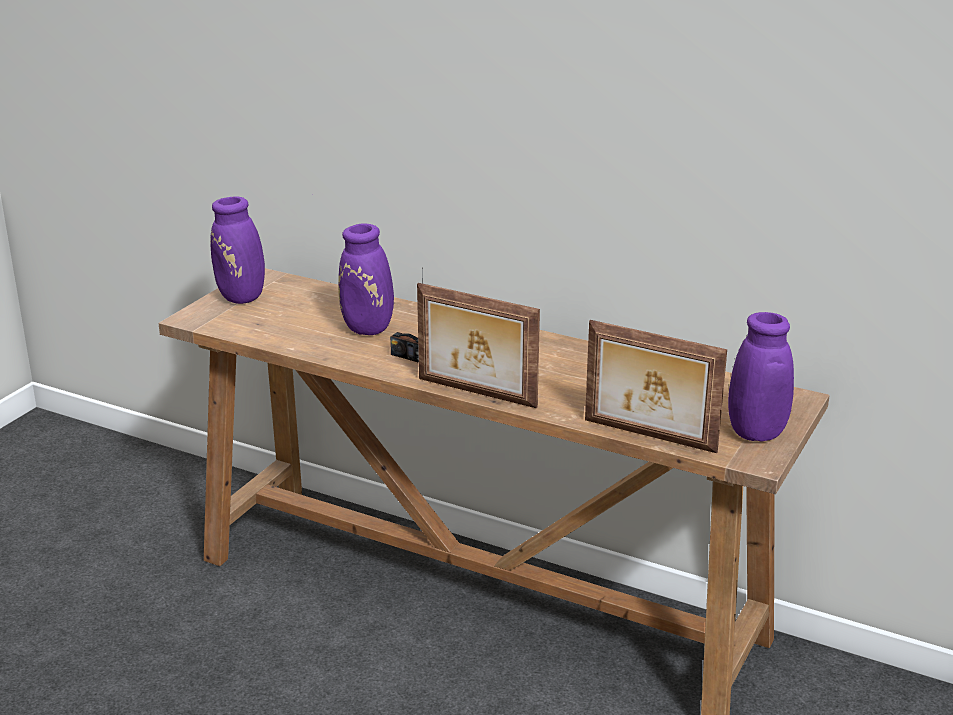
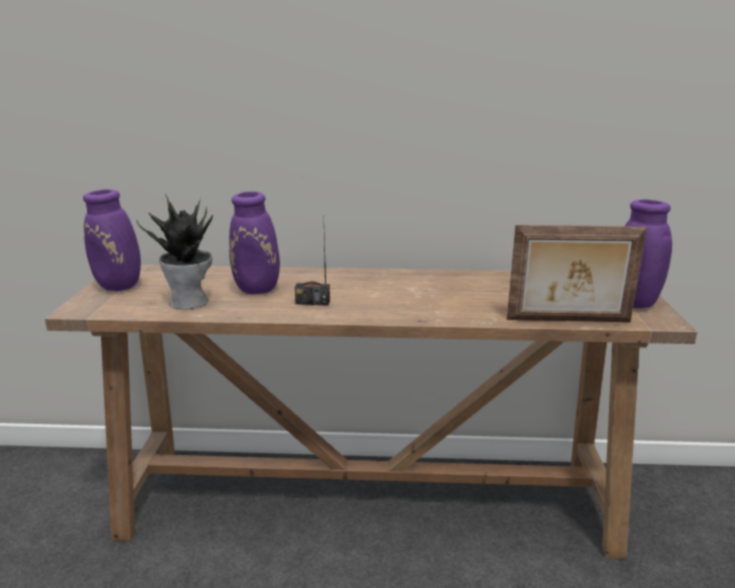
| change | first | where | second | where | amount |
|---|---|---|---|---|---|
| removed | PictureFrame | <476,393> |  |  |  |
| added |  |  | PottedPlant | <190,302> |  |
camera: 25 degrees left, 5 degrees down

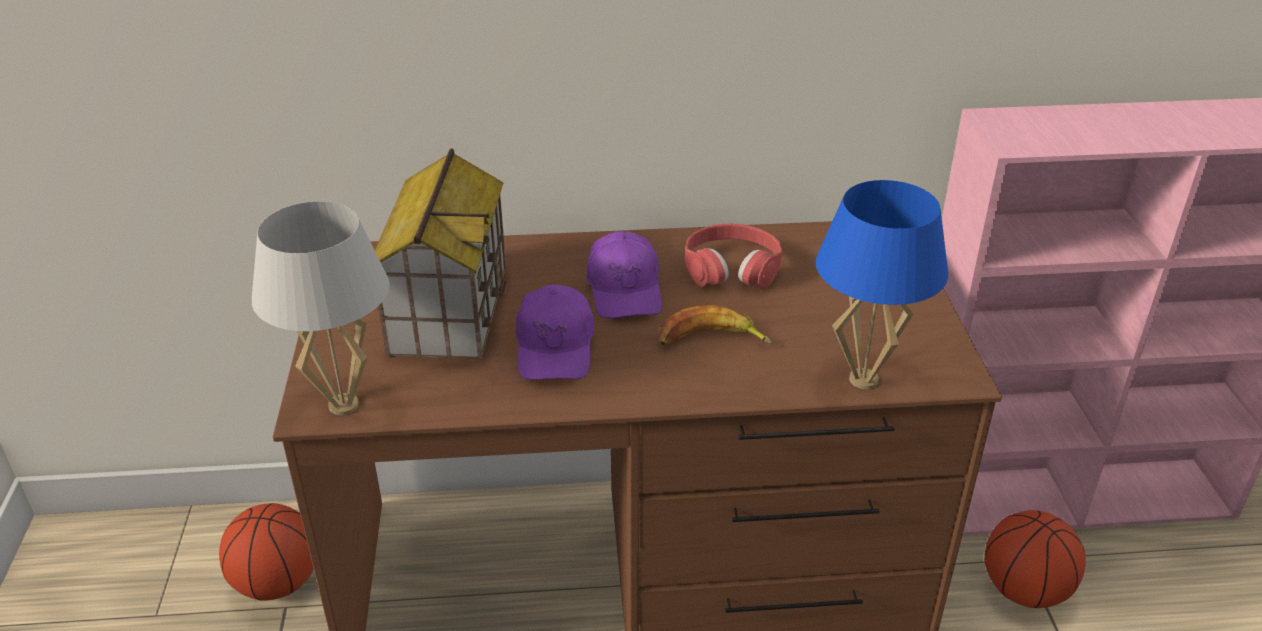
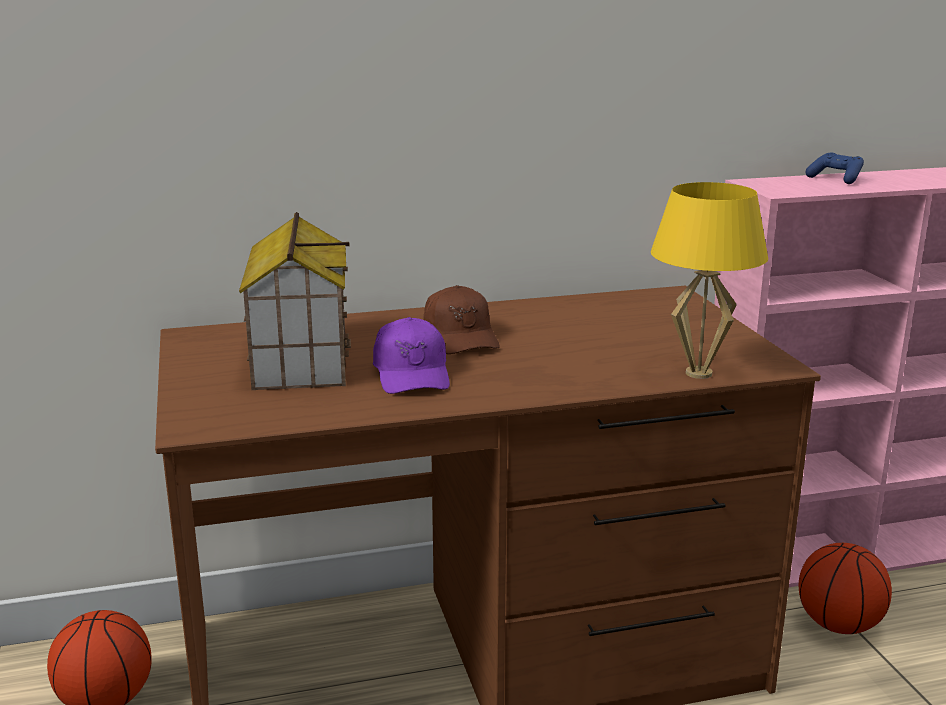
| change | first | where | second | where | amount |
|---|---|---|---|---|---|
| recoloured | BlueTableLamp | <864,380> | YellowTableLamp | <699,373> |  |
| removed | WhiteTableLamp | <343,405> |  |  |  |
| removed | RedHeadphones | <732,268> |  |  |  |
| recoloured | PurpleCap | <625,289> | BrownCap | <461,337> |  |
| removed | Banana | <710,339> |  |  |  |
| added |  |  | BlueGameController | <835,179> |  |
camera: 10 degrees left, 15 degrees down

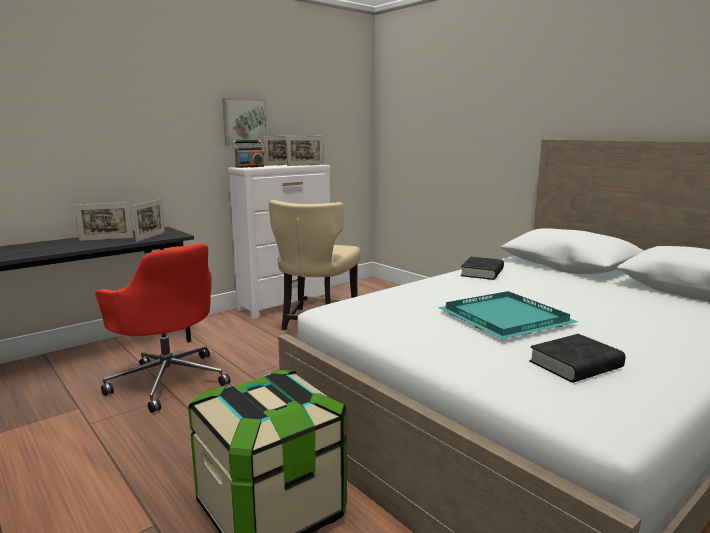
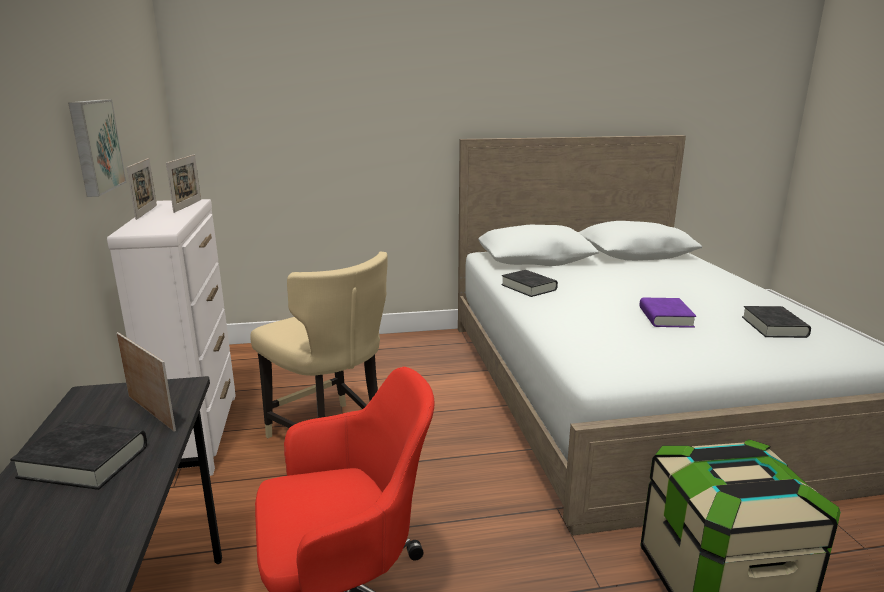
| change | first | where | second | where | amount |
|---|---|---|---|---|---|
| removed | Radio | <249,167> |  |  |  |
| replaced | PictureFrame | <106,239> | BlackBook | <84,462> |  |
| replaced | TurquoiseTray | <502,318> | PurpleBook | <665,317> |  |
camera: 60 degrees left, 5 degrees up

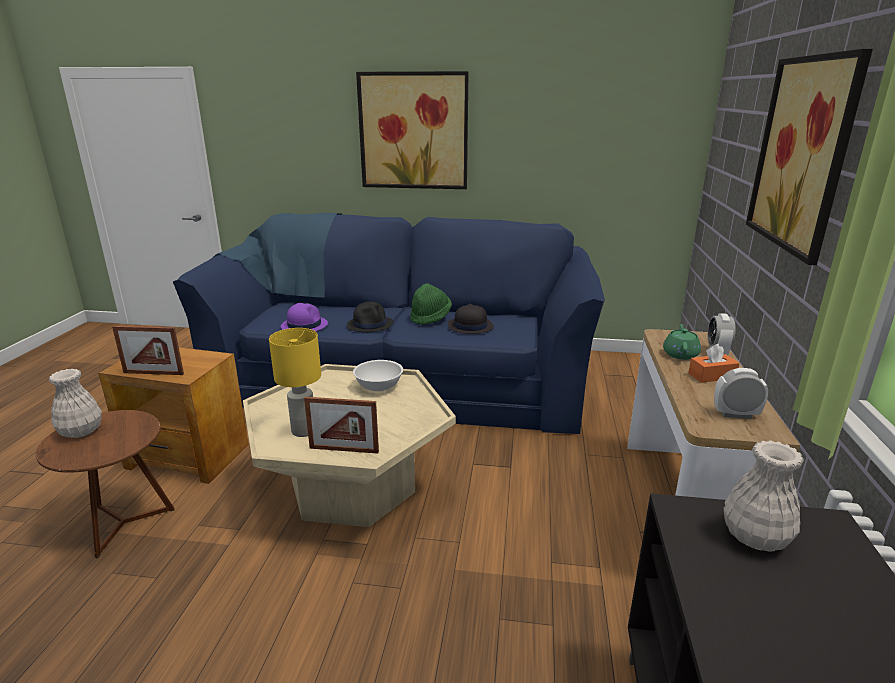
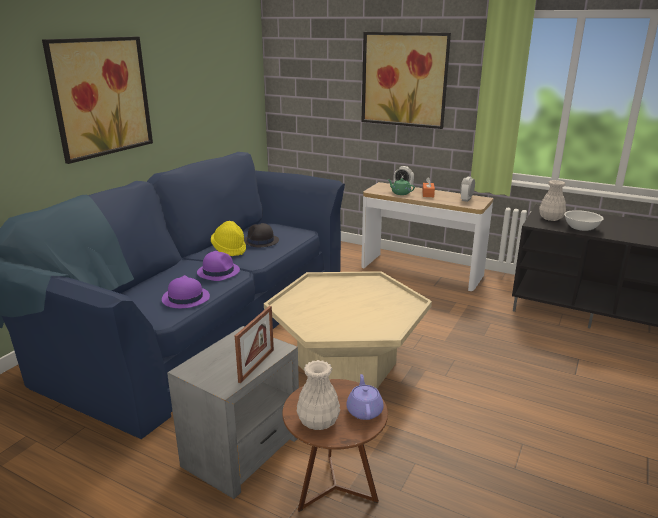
| change | first | where | second | where | amount |
|---|---|---|---|---|---|
| recoloured | GreenHat | <430,317> | YellowHat | <229,249> |  |
| recoloured | BlackHat | <370,324> | PurpleHat | <218,271> |  |
| removed | YellowTableLamp | <303,431> |  |  |  |
| recoloured | BrownSideTable | <188,457> | GreySideTable | <243,450> |  |
| moved | WhiteBowl | <378,386> |  | <581,228> |  |
| removed | PictureFrame | <344,450> |  |  |  |
| added |  |  | PurpleTeapot | <364,410> |  |
camera: 70 degrees left, 0 degrees up

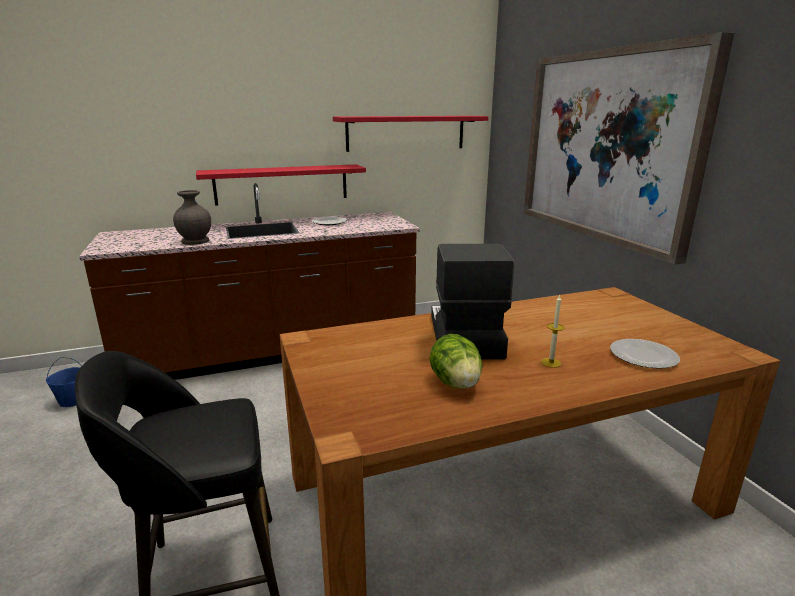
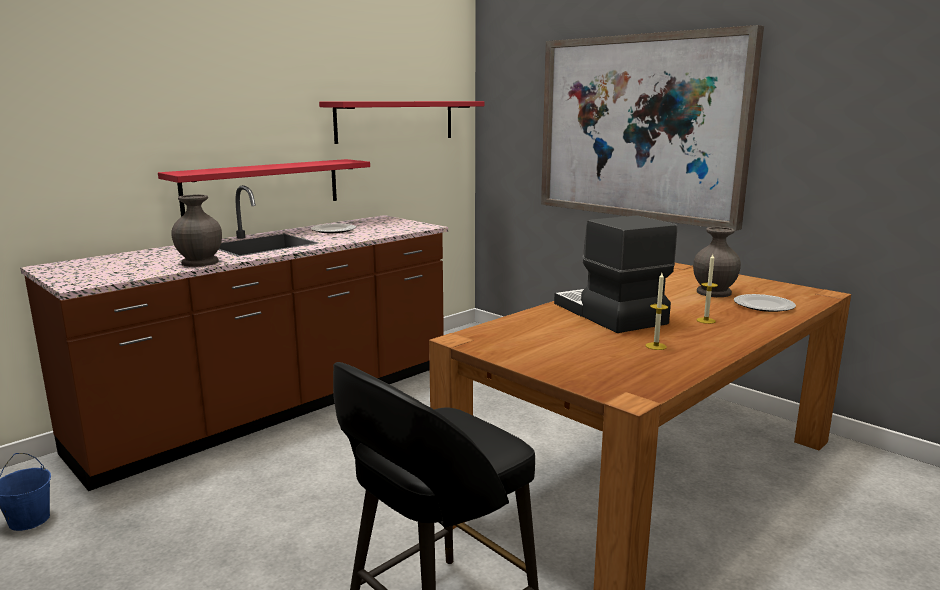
| change | first | where | second | where | amount |
|---|---|---|---|---|---|
| replaced | Lettuce | <456,383> | Candle | <656,346> |  |
| added |  |  | GreyVase | <713,292> |  |
camera: 25 degrees left, 5 degrees down

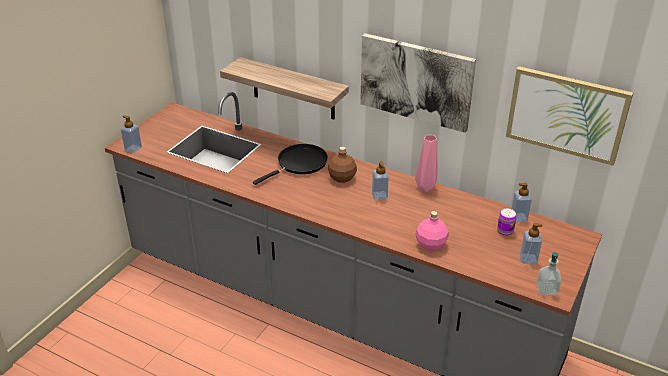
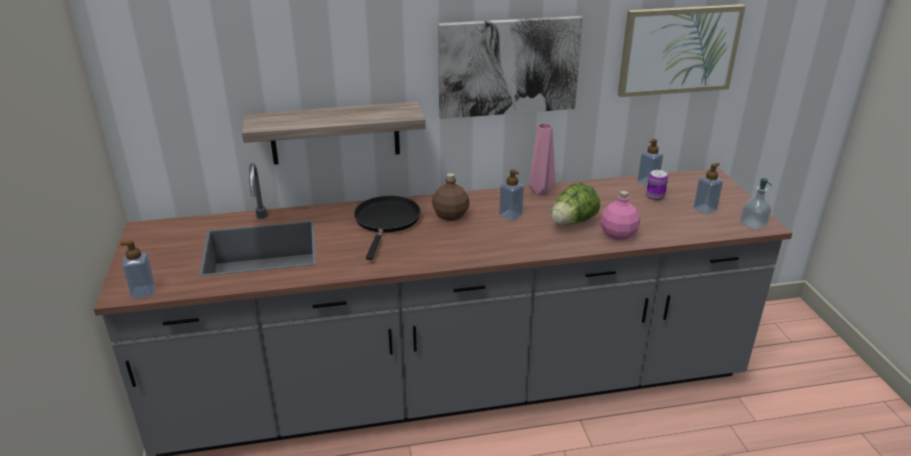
| change | first | where | second | where | amount |
|---|---|---|---|---|---|
| added |  |  | Lettuce | <572,222> |  |
camera: 40 degrees left, 5 degrees down

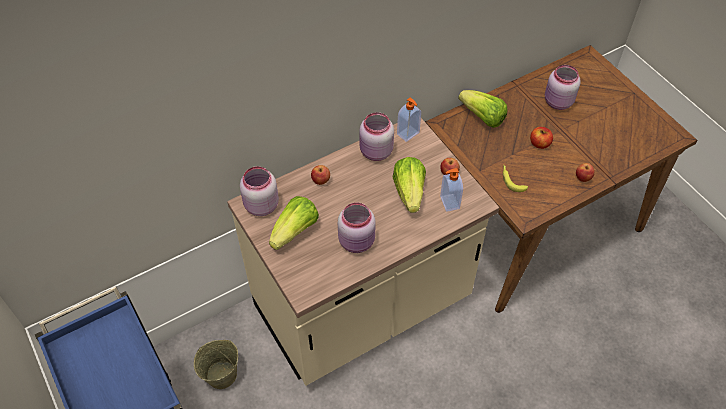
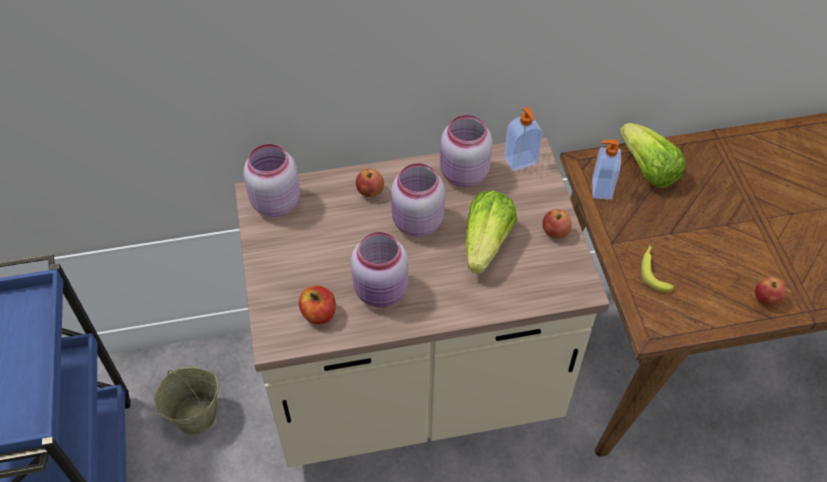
| change | first | where | second | where | amount |
|---|---|---|---|---|---|
| moved | PinkJar | <557,102> |  | <416,223> |  |
| moved | Apple | <539,143> |  | <319,313> |  |
| moved | SoapDispenser | <449,203> |  | <600,189> |  |
| removed | Lettuce | <295,231> |  |  |  |
camera: 20 degrees right, 0 degrees up

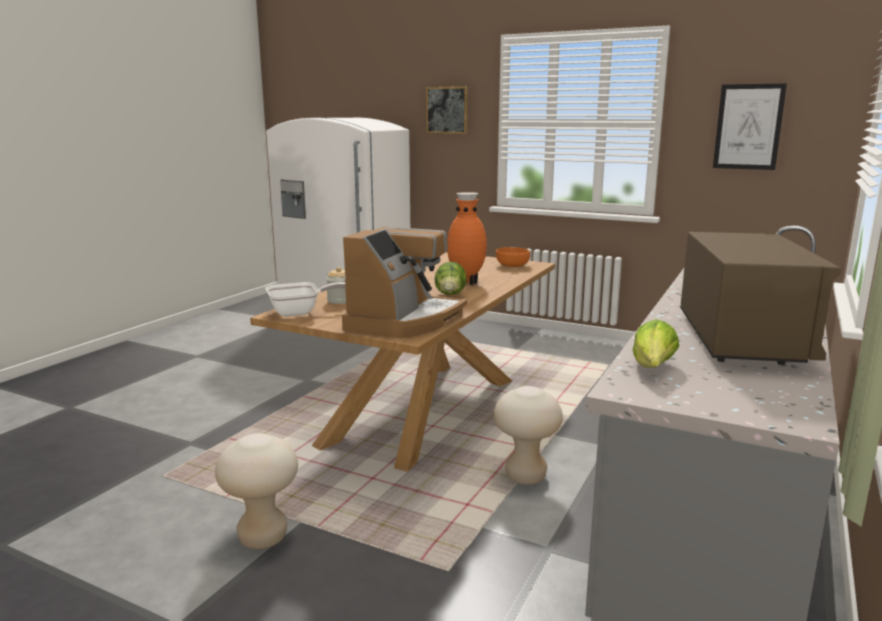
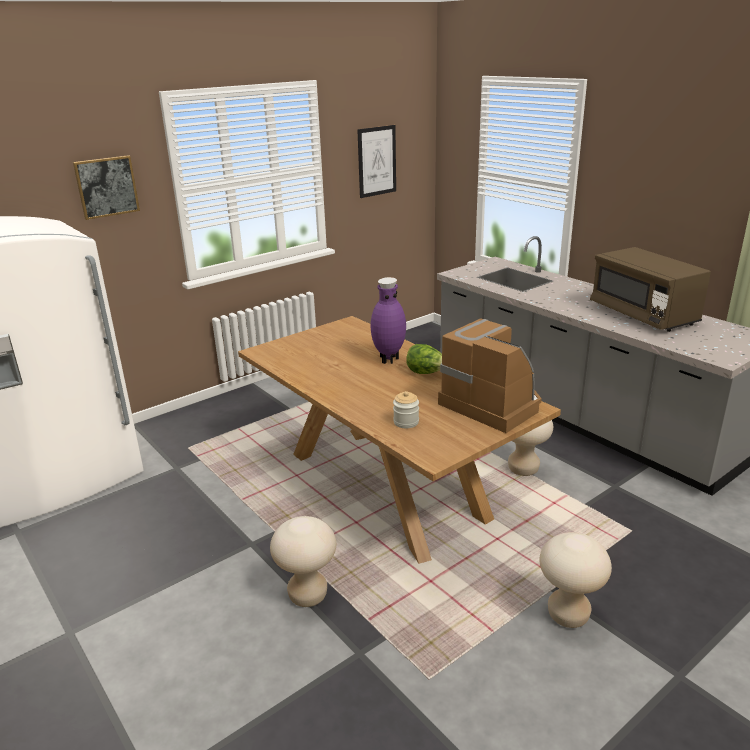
| change | first | where | second | where | amount |
|---|---|---|---|---|---|
| recoloured | OrangeVase | <466,282> | PurpleVase | <388,359> |  |
| turned | BrownMicrowave | <741,340> |  | <643,315> | 150 degrees counterclockwise |
| removed | OrangeBowl | <512,265> |  |  |  |
| removed | FryingPan | <300,312> |  |  |  |
| removed | Lettuce | <652,368> |  |  |  |
| added |  |  | BeigeStool | <308,595> |  |
camera: 65 degrees left, 10 degrees up

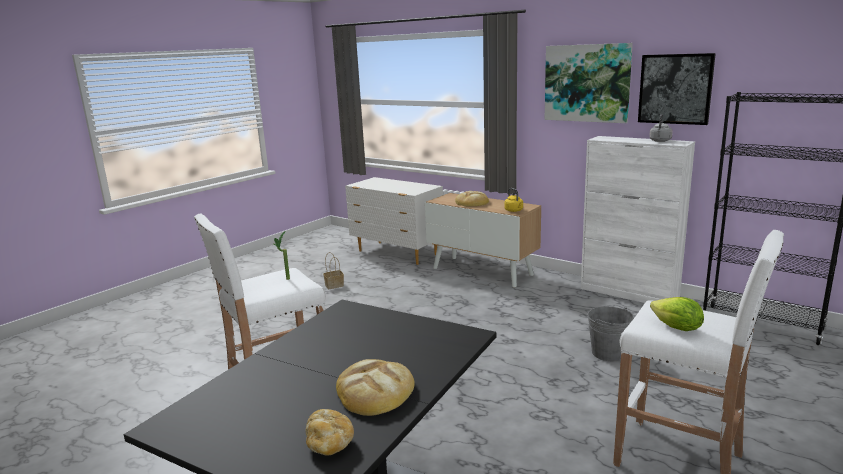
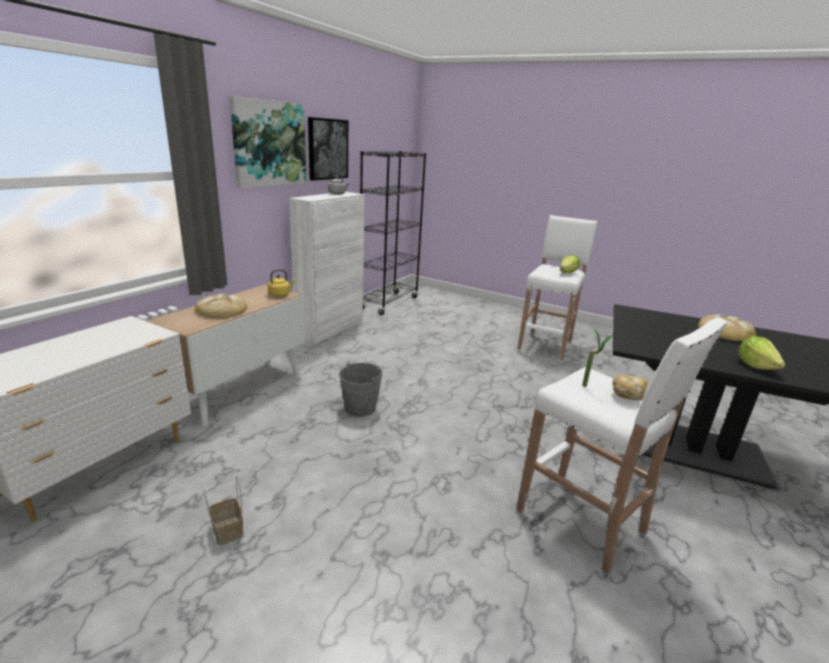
| change | first | where | second | where | amount |
|---|---|---|---|---|---|
| moved | GreyBucket | <608,353> |  | <360,408> |  |
| moved | Bread | <329,444> |  | <629,395> |  |
| added |  |  | Lettuce | <755,366> |  |
camera: 100 degrees left, 5 degrees up

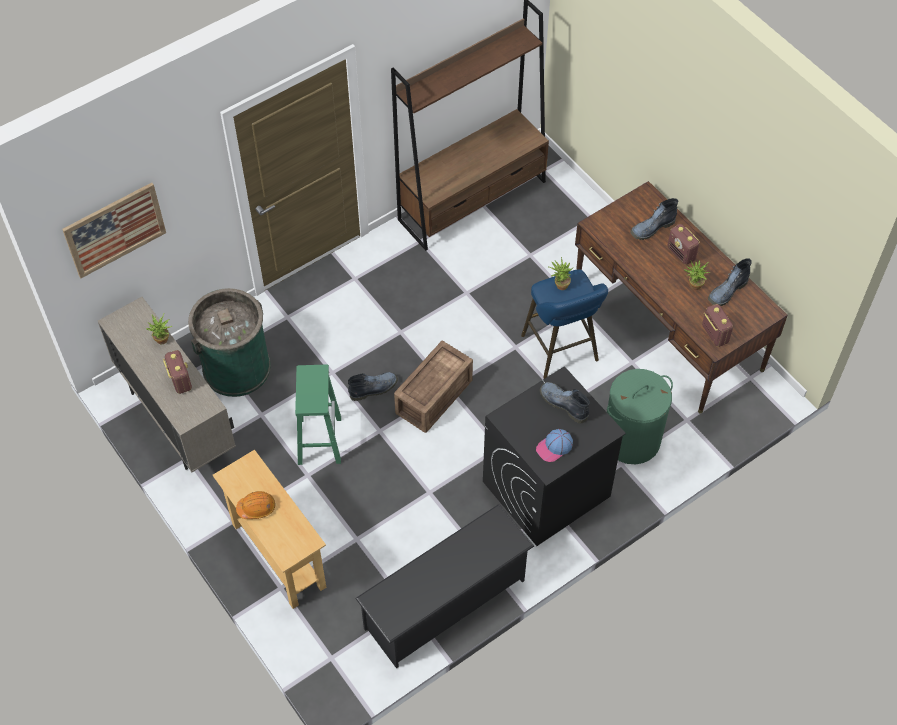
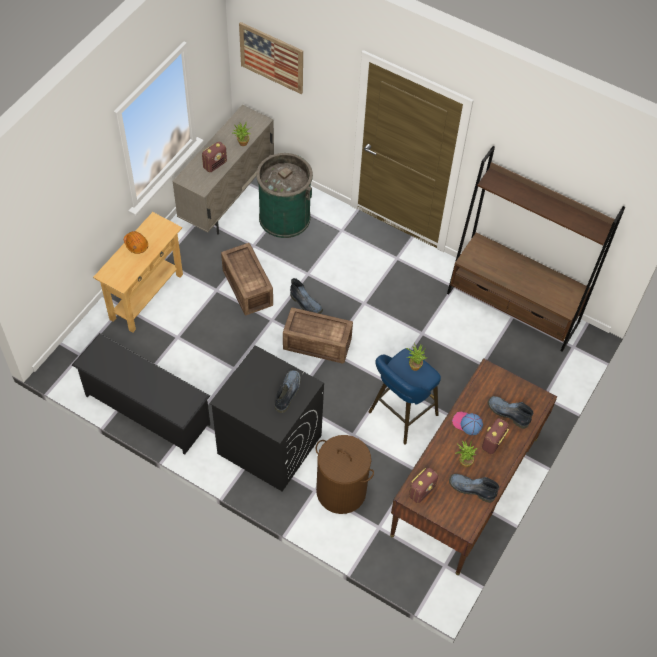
| change | first | where | second | where | amount |
|---|---|---|---|---|---|
| replaced | GreenStool | <319,439> | Crate | <248,286> |  |
| recoloured | GreenLaundryBasket | <631,439> | BrownLaundryBasket | <341,491> |  |
| moved | Cap | <554,447> |  | <467,424> |  |
camera: 65 degrees right, 0 degrees up

